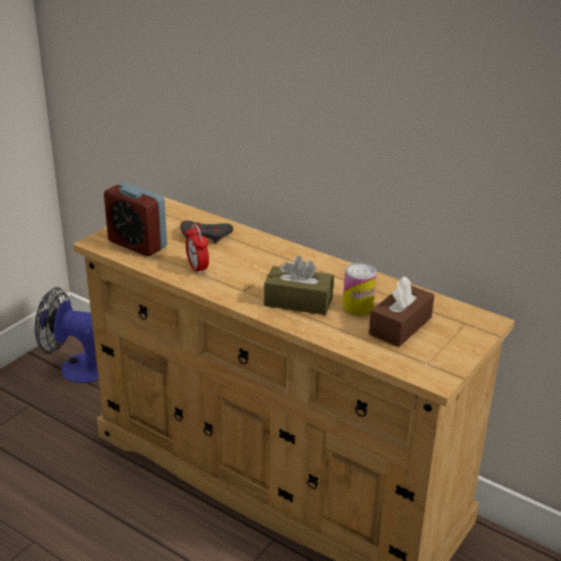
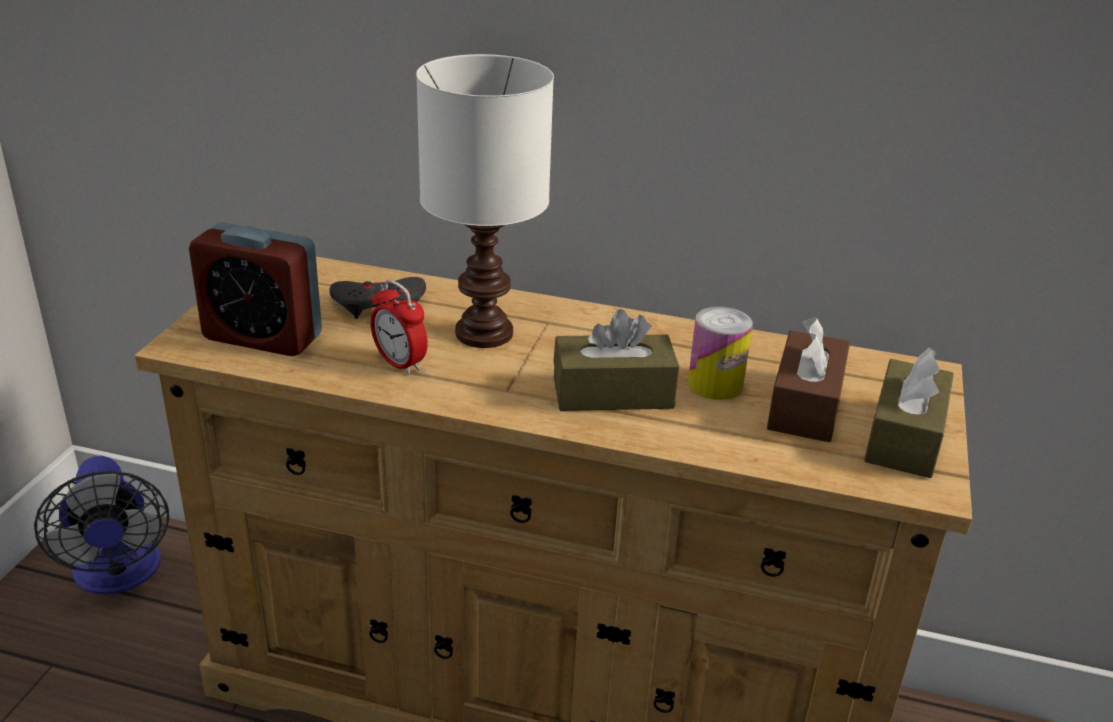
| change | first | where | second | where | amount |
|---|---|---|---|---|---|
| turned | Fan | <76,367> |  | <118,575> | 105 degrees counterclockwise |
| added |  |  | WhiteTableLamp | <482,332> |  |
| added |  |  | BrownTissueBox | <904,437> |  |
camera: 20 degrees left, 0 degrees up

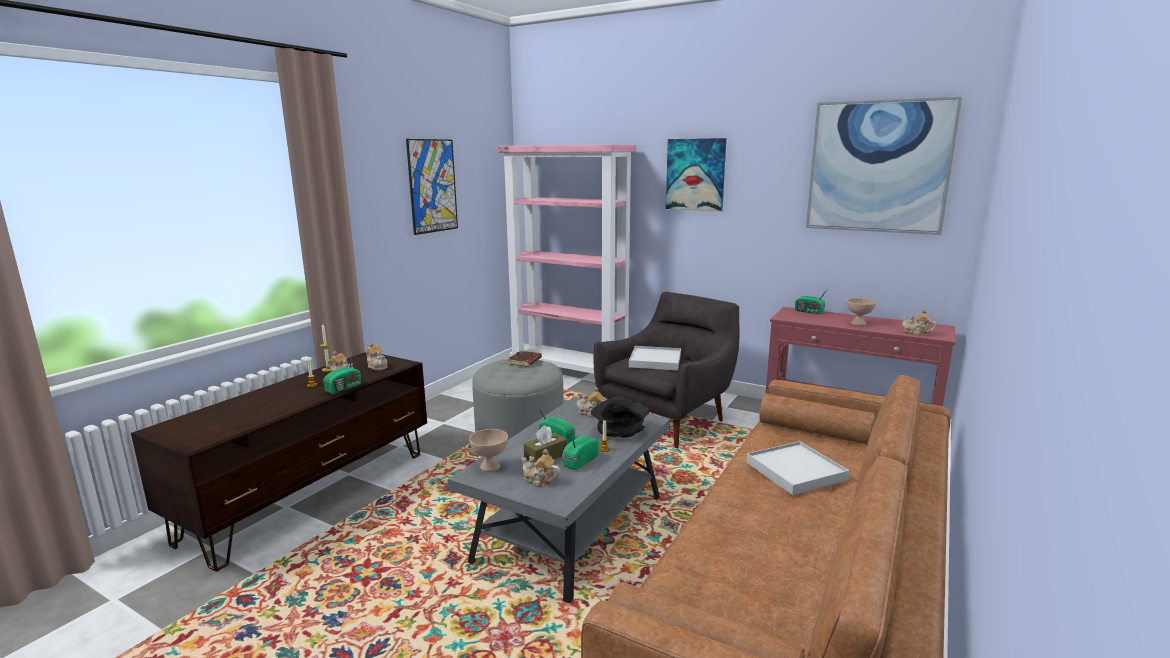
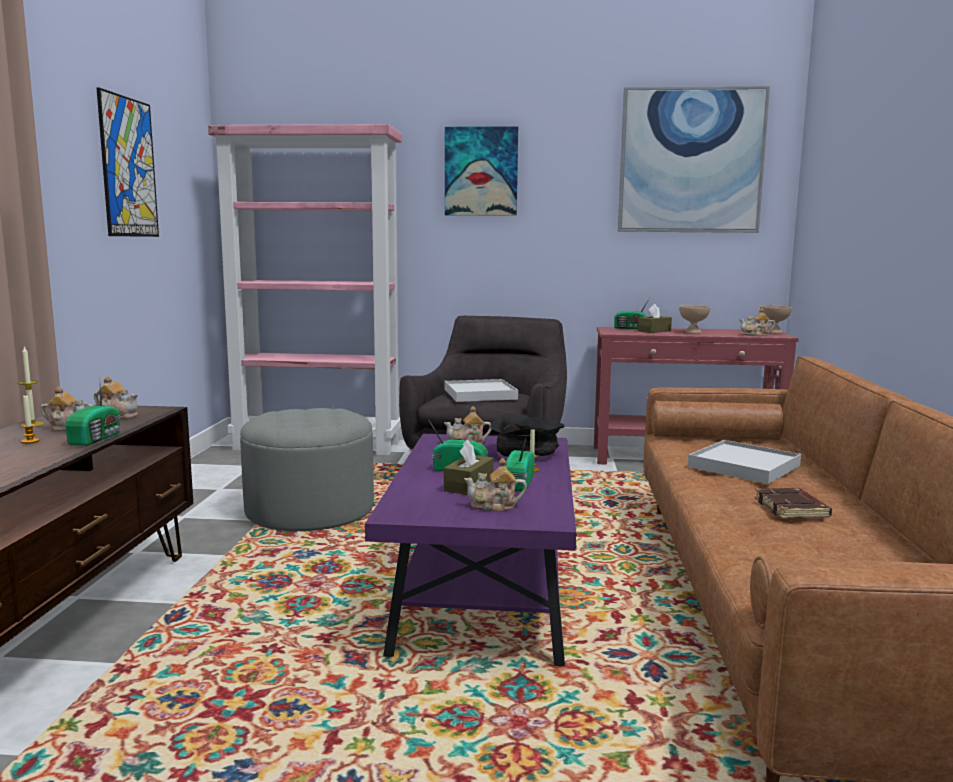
| change | first | where | second | where | amount |
|---|---|---|---|---|---|
| moved | BrownBook | <525,361> |  | <792,509> |  |
| recoloured | GreyCoffeeTable | <571,528> | PurpleCoffeeTable | <484,594> |  |
| moved | BeigeBowl | <491,466> |  | <774,332> |  |
| added |  |  | BrownTissueBox | <654,331> |  |
camera: 25 degrees left, 5 degrees down

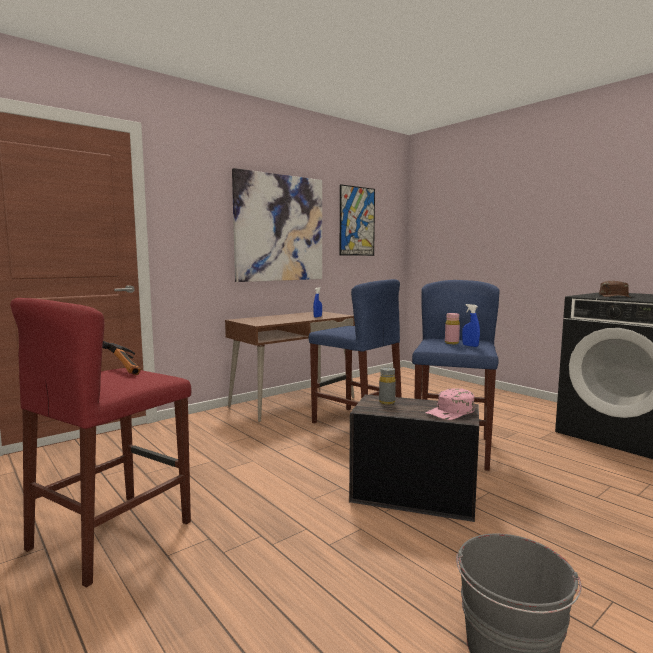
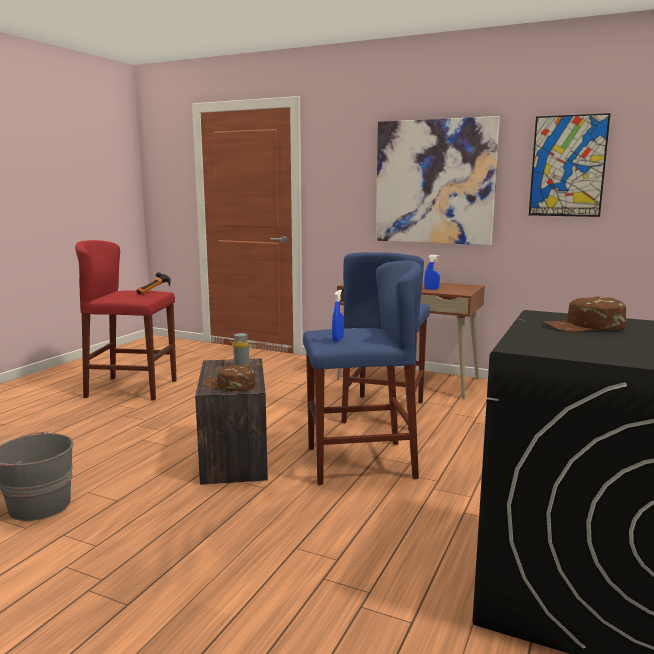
| change | first | where | second | where | amount |
|---|---|---|---|---|---|
| removed | PinkBottle | <451,343> |  |  |  |
| recoloured | PinkCap | <451,412> | BrownCap | <229,385> |  |
camera: 65 degrees right, 5 degrees up

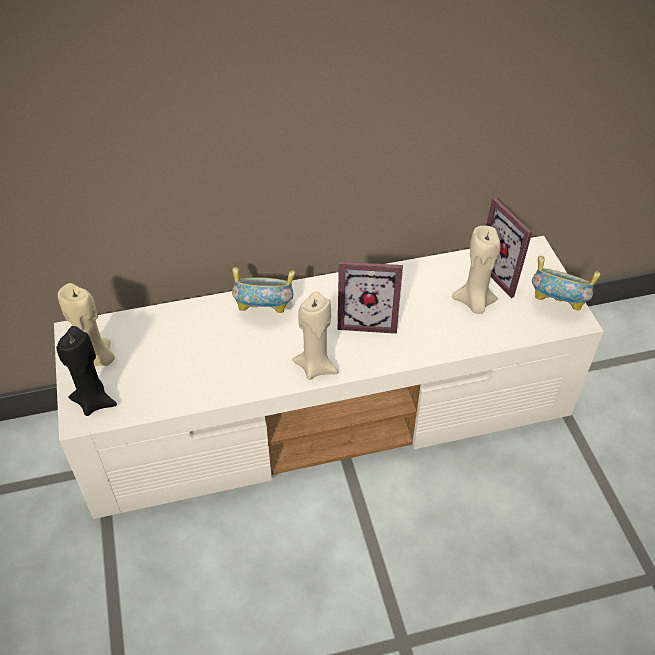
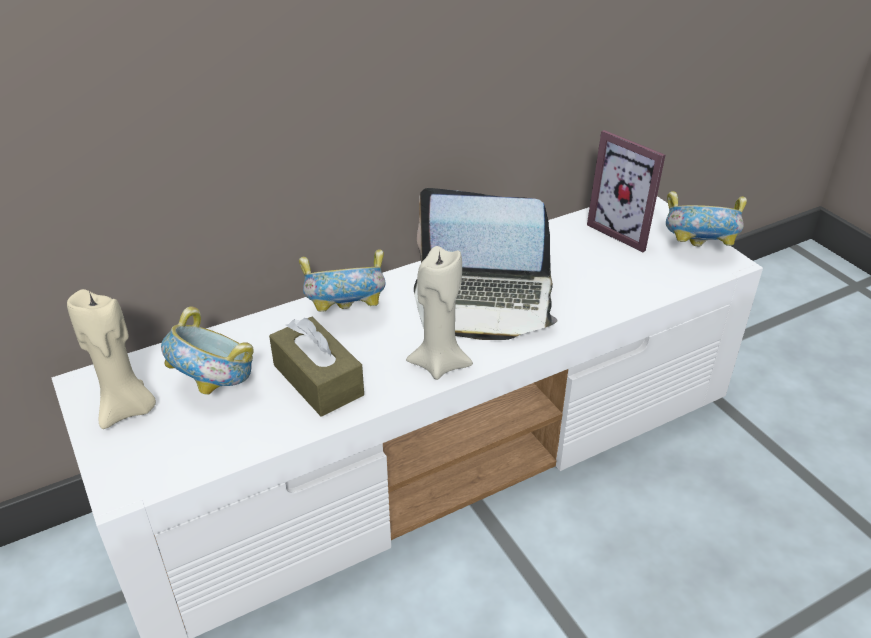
| change | first | where | second | where | amount |
|---|---|---|---|---|---|
| removed | BeigeCandle | <474,303> |  |  |  |
| replaced | PictureFrame | <367,319> | Laptop | <483,301> |  |
| removed | BlackCandle | <94,401> |  |  |  |
| added |  |  | Bowl | <216,386> |  |
| added |  |  | BrownTissueBox | <318,380> |  |
camera: 15 degrees left, 10 degrees down

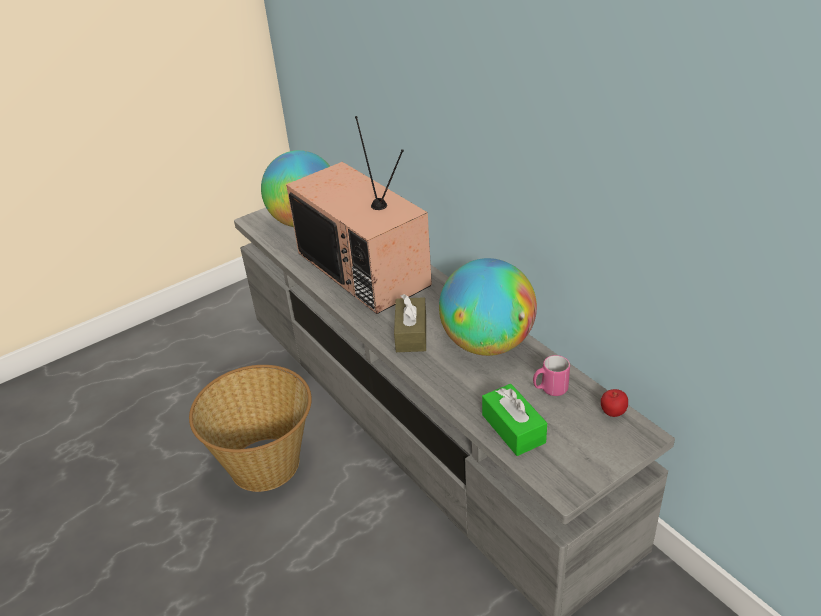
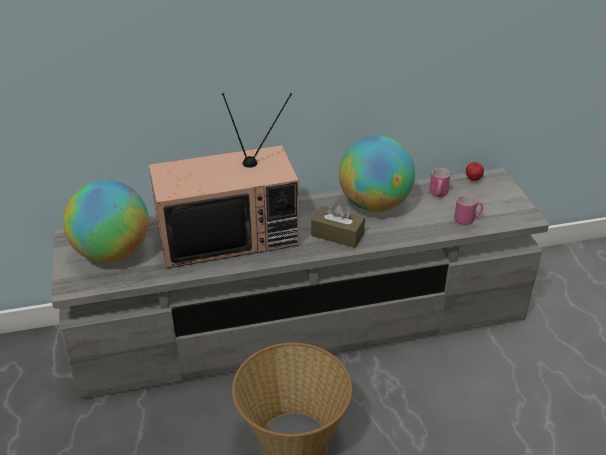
| change | first | where | second | where | amount |
|---|---|---|---|---|---|
| replaced | GreenTissueBox | <513,428> | PinkMug | <467,220> |  |
camera: 70 degrees left, 0 degrees up

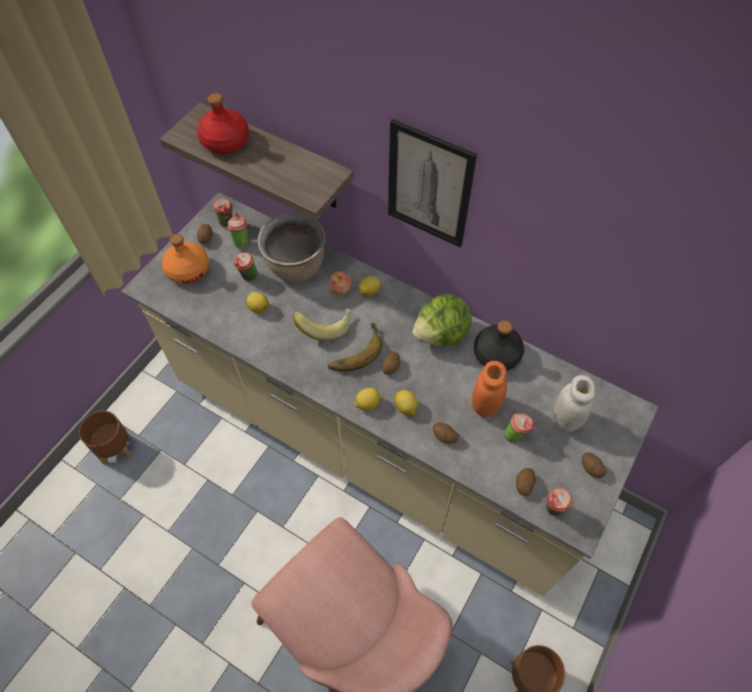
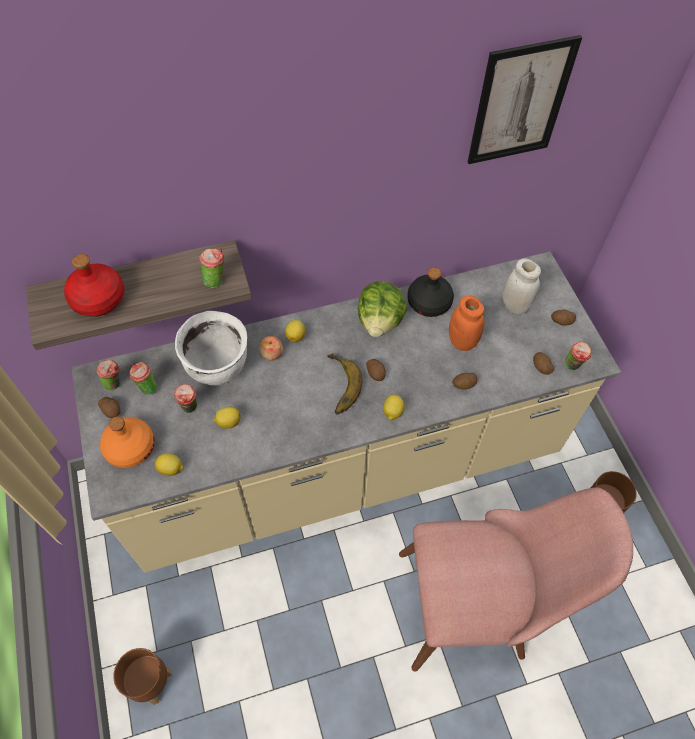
| change | first | where | second | where | amount |
|---|---|---|---|---|---|
| moved | Picture | <429,186> |  | <520,102> |  |
| recoloured | BrownCookingPot | <296,268> | WhiteCookingPot | <218,367> |  |
| removed | Banana | <325,327> |  |  |  |
| moved | Lemon | <406,407> |  | <171,469> |  |
| moved | Cup | <515,436> |  | <216,280> |  |
camera: 50 degrees left, 0 degrees up

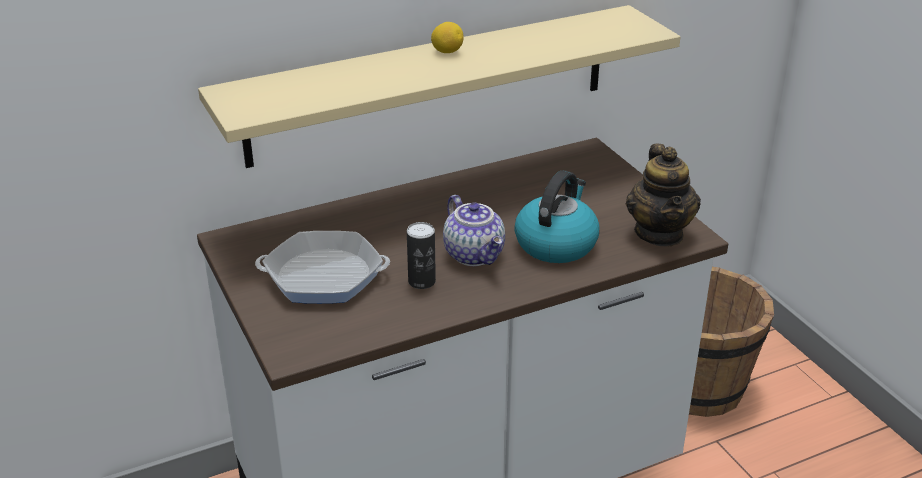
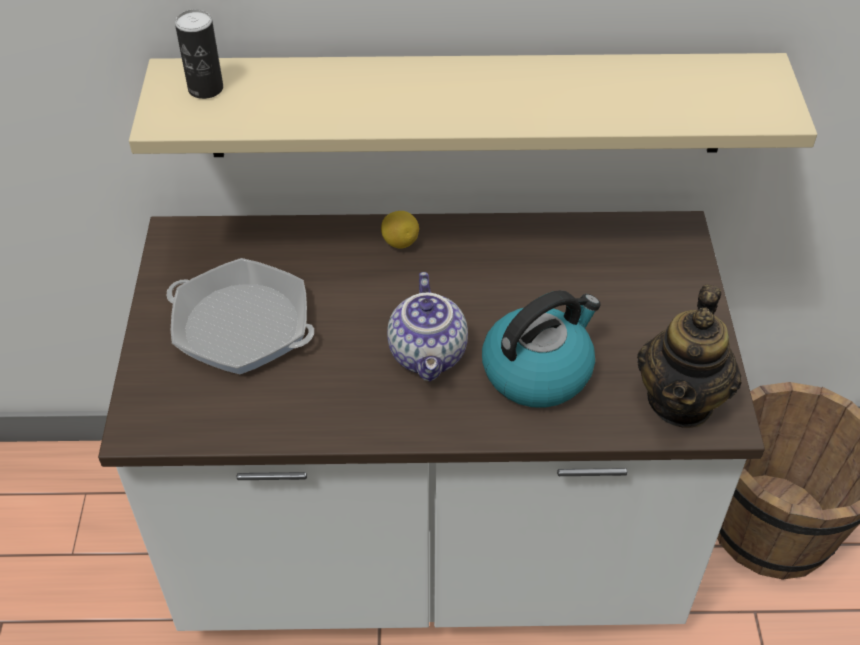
| change | first | where | second | where | amount |
|---|---|---|---|---|---|
| moved | Lemon | <447,52> |  | <400,242> |  |
| moved | Can | <421,281> |  | <205,89> |  |
camera: 25 degrees right, 15 degrees up

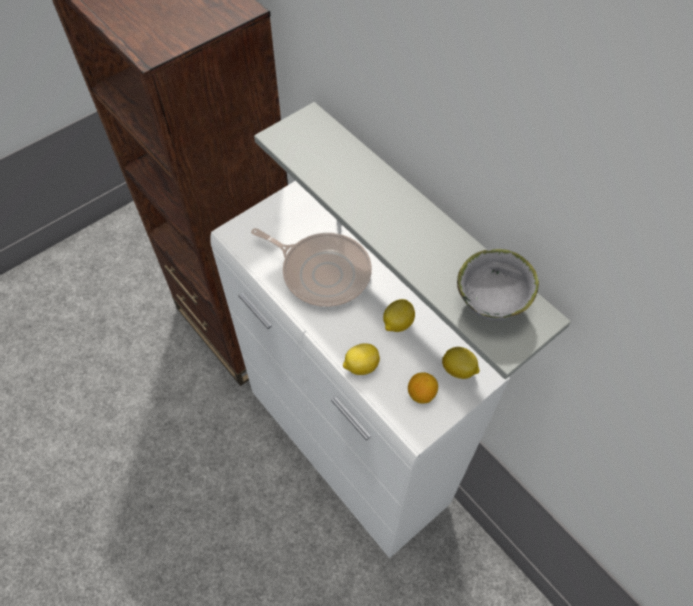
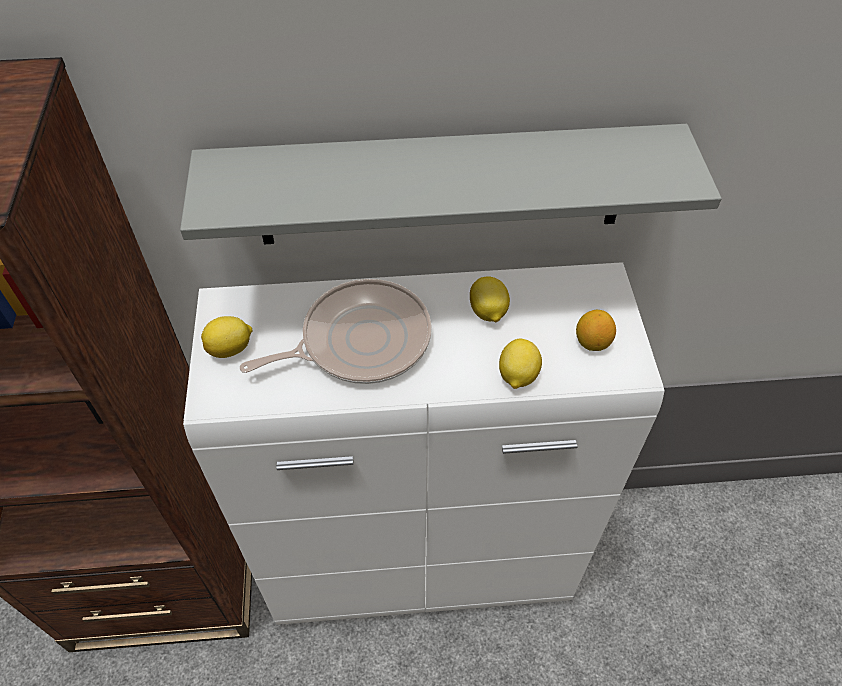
| change | first | where | second | where | amount |
|---|---|---|---|---|---|
| removed | GreyBowl | <492,304> |  |  |  |
| moved | Lemon | <459,370> |  | <231,349> |  |
camera: 55 degrees left, 5 degrees down

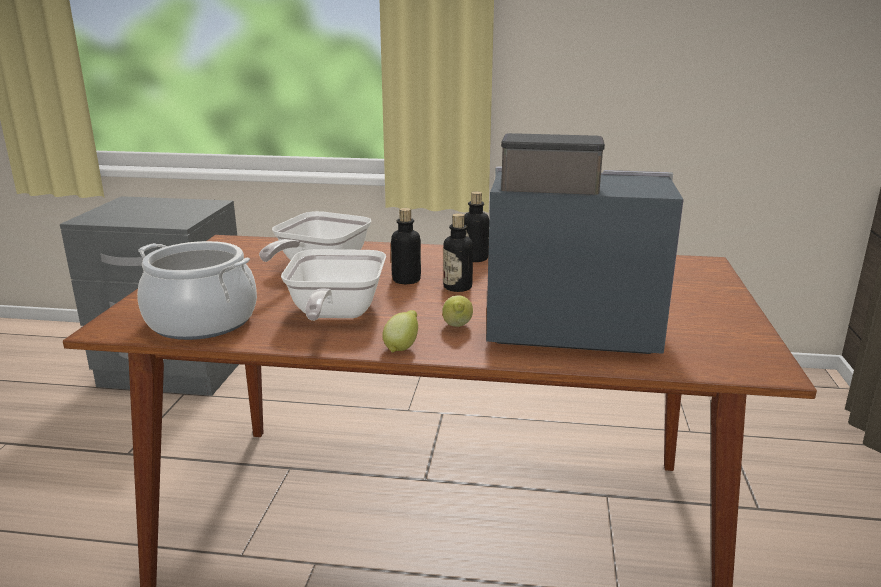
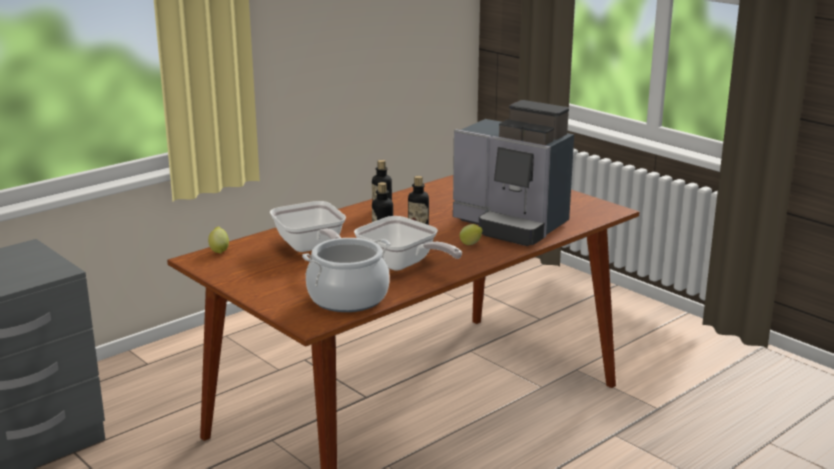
| change | first | where | second | where | amount |
|---|---|---|---|---|---|
| turned | CoffeeMachine | <564,327> |  | <511,225> | 105 degrees counterclockwise |
| moved | Lemon | <402,347> |  | <219,250> |  |
camera: 50 degrees left, 0 degrees up

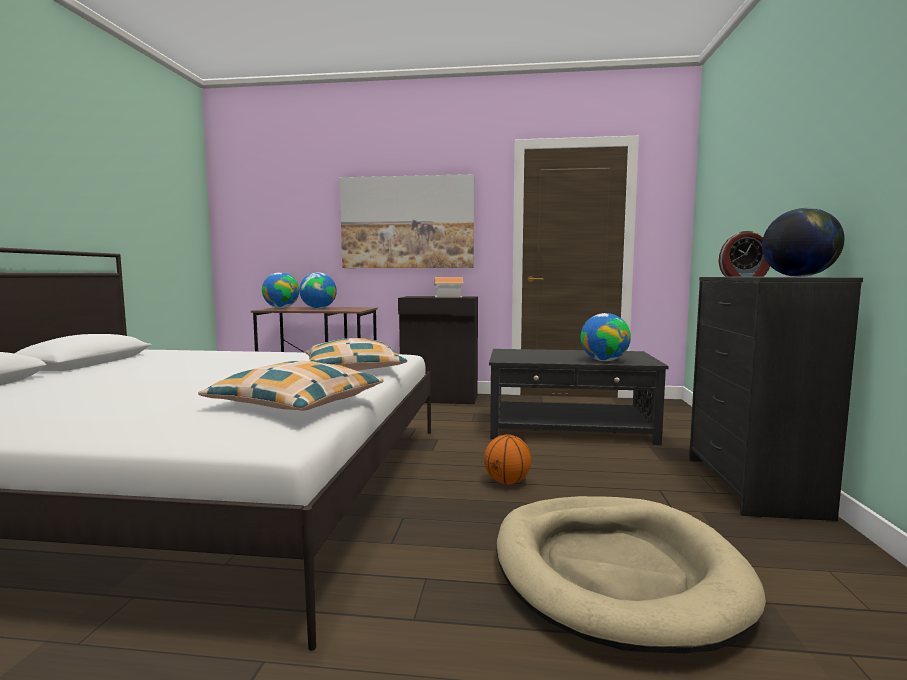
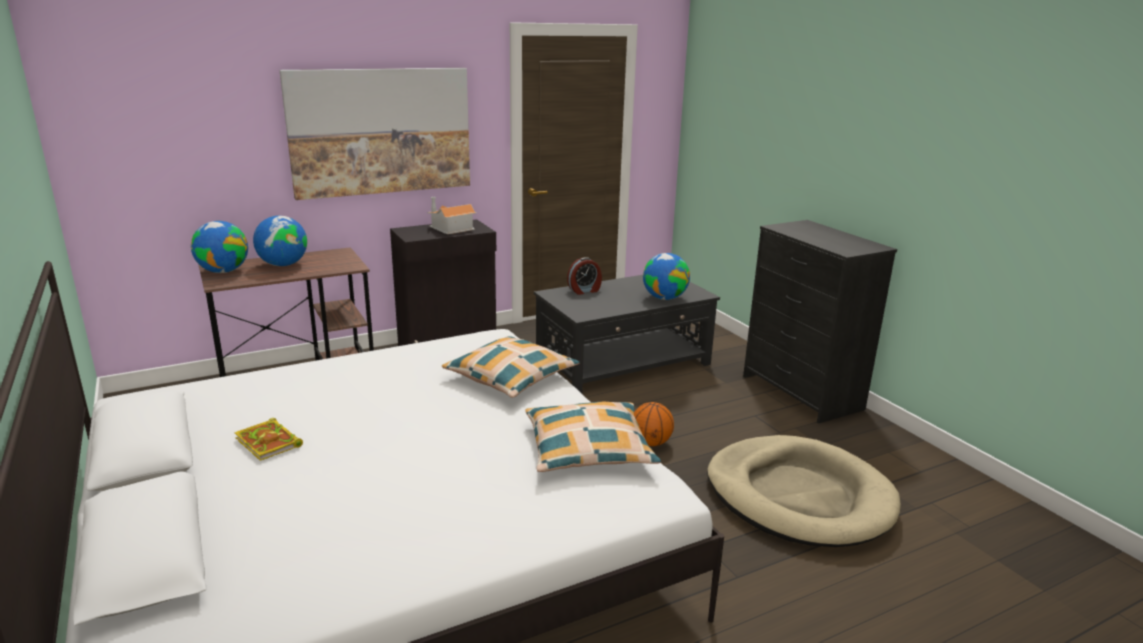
| change | first | where | second | where | amount |
|---|---|---|---|---|---|
| removed | Globe | <798,276> |  |  |  |
| moved | AlarmClock | <744,276> |  | <584,290> |  |
| added |  |  | Book | <270,443> |  |
camera: 35 degrees left, 15 degrees up

